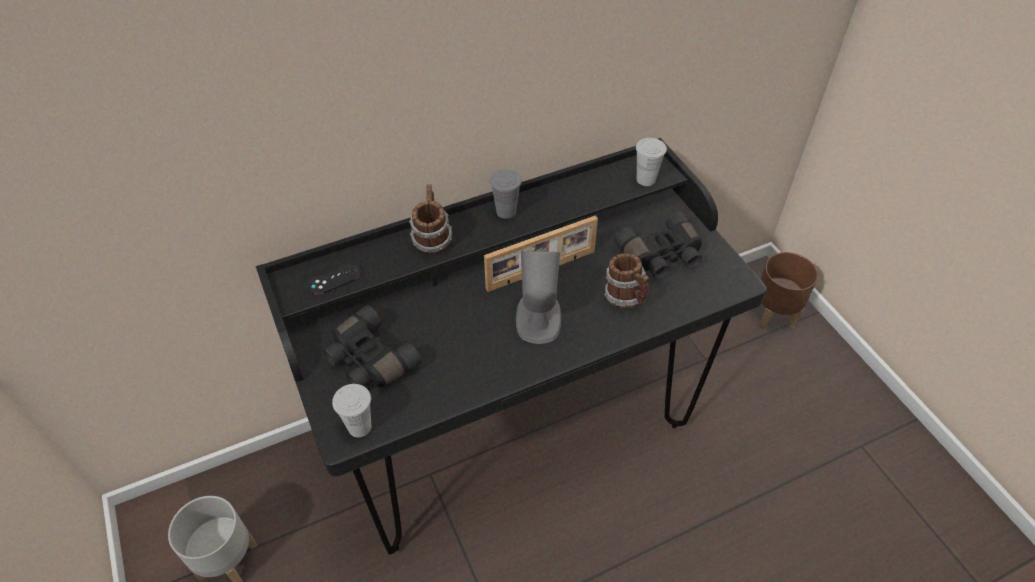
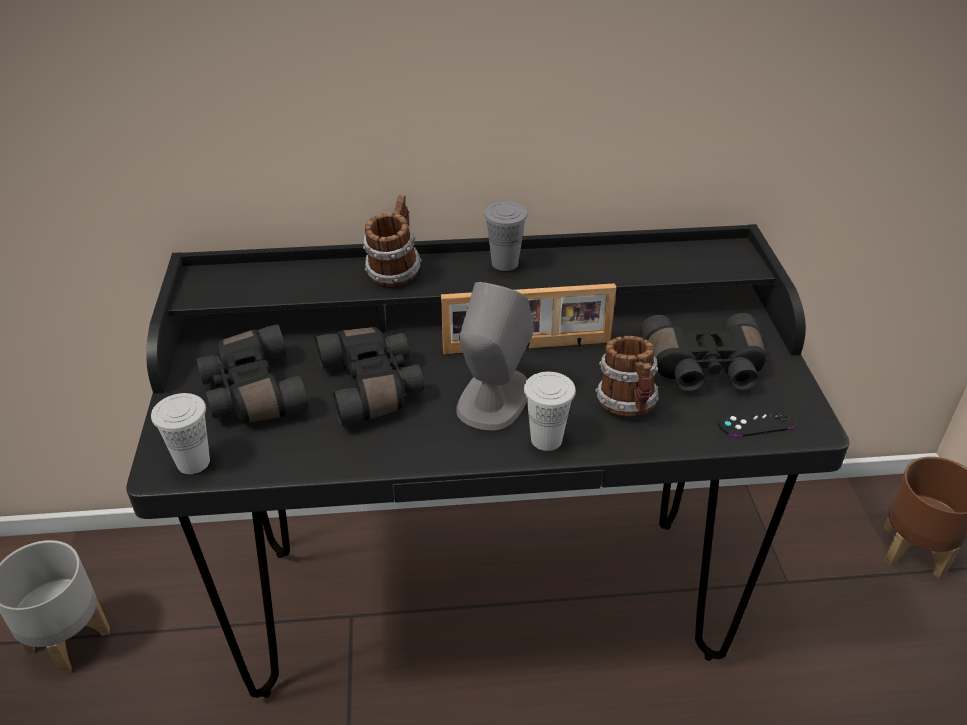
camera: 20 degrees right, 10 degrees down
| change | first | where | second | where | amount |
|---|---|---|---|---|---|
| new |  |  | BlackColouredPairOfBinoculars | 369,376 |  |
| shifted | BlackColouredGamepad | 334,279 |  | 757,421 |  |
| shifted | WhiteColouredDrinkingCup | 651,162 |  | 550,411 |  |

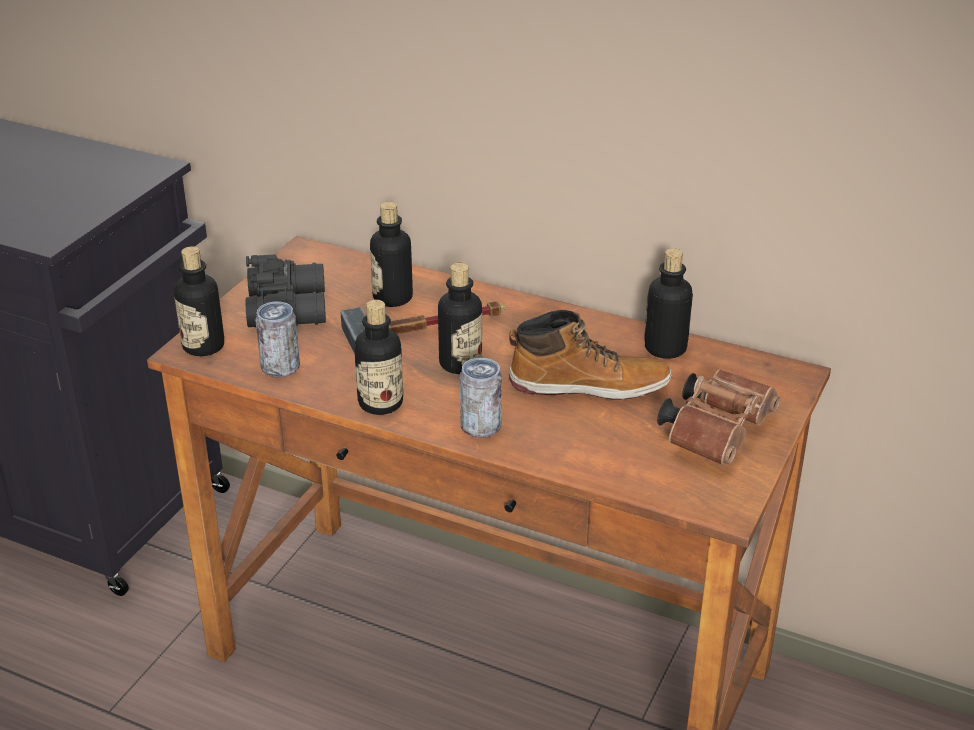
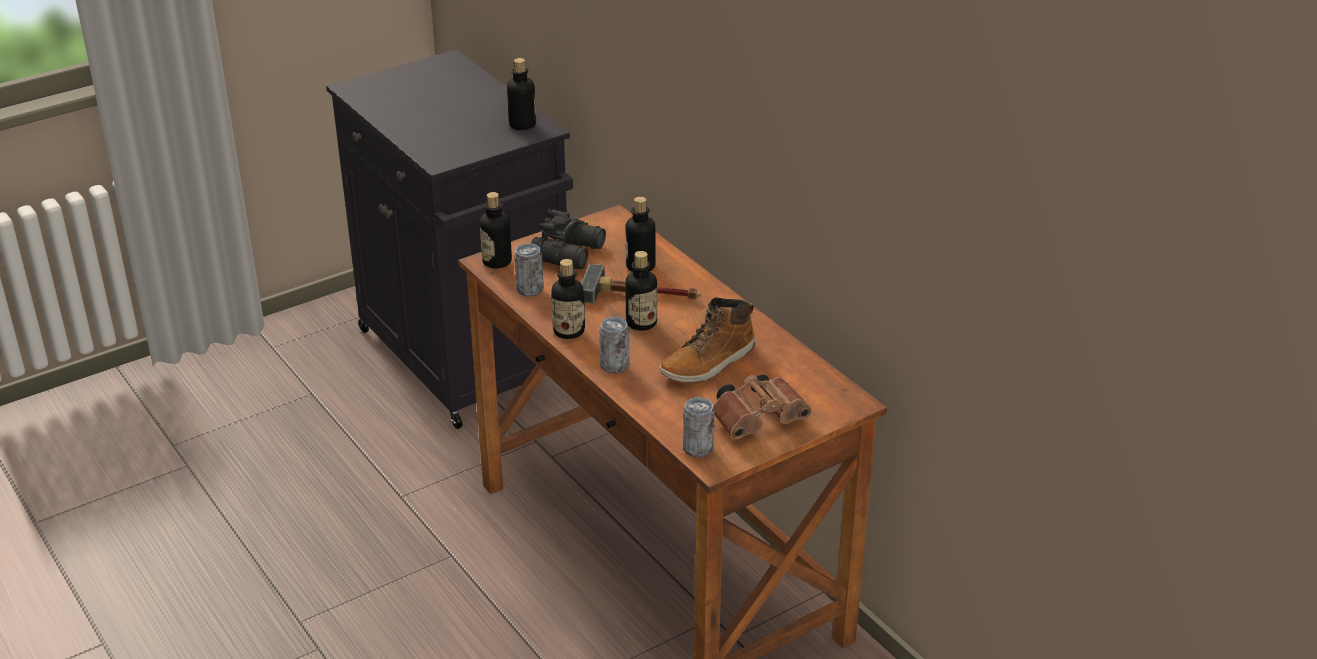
camera: 30 degrees right, 0 degrees up
| change | first | where | second | where | amount |
|---|---|---|---|---|---|
| new |  |  | MetalCan | 699,427 |  |
| shifted | BeverageBottle | 668,303 |  | 521,94 |  |
| rotated | HighTopBoot | 590,355 |  | 707,340 | 105 degrees clockwise |

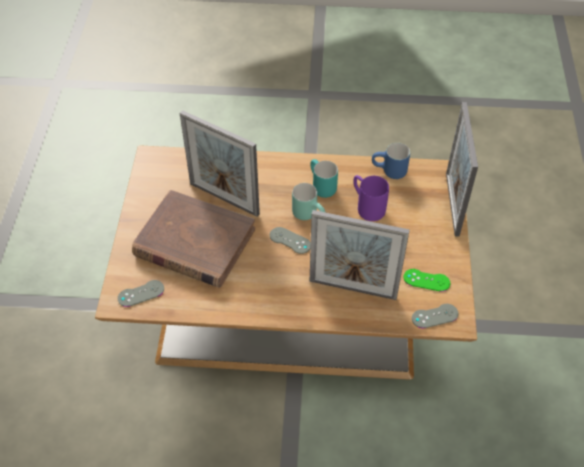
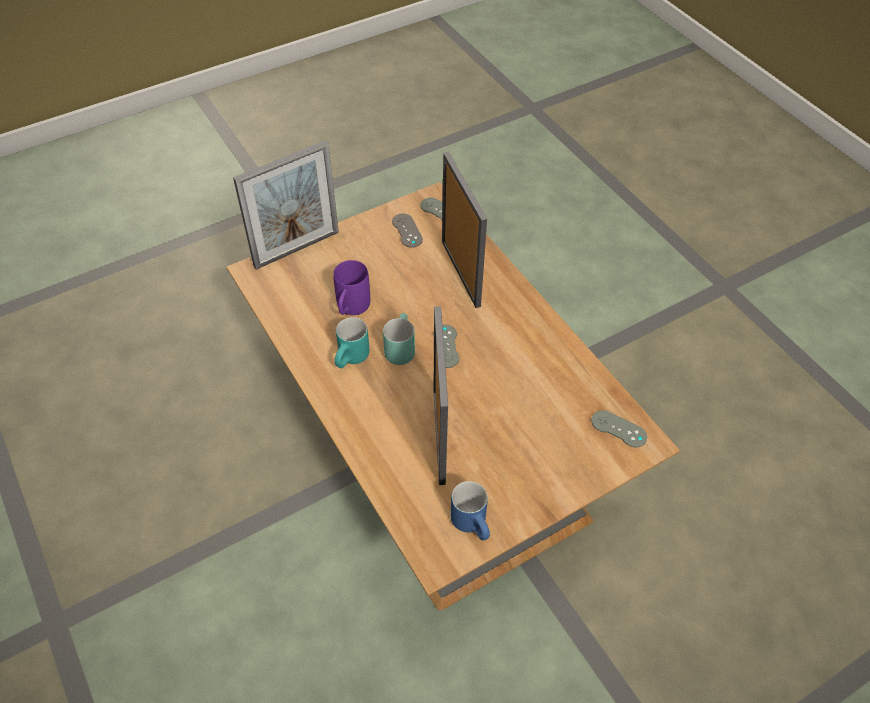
camera: 125 degrees left, 0 degrees up
| change | first | where | second | where | amount |
|---|---|---|---|---|---|
| gone | BrownishBook | 193,239 |  |  |  |
| shifted | BluishTeaMug | 391,161 |  | 470,510 |  |
| repainted | GreenishGamepad | 427,280 | GreyishGamepad | 407,231 |  |

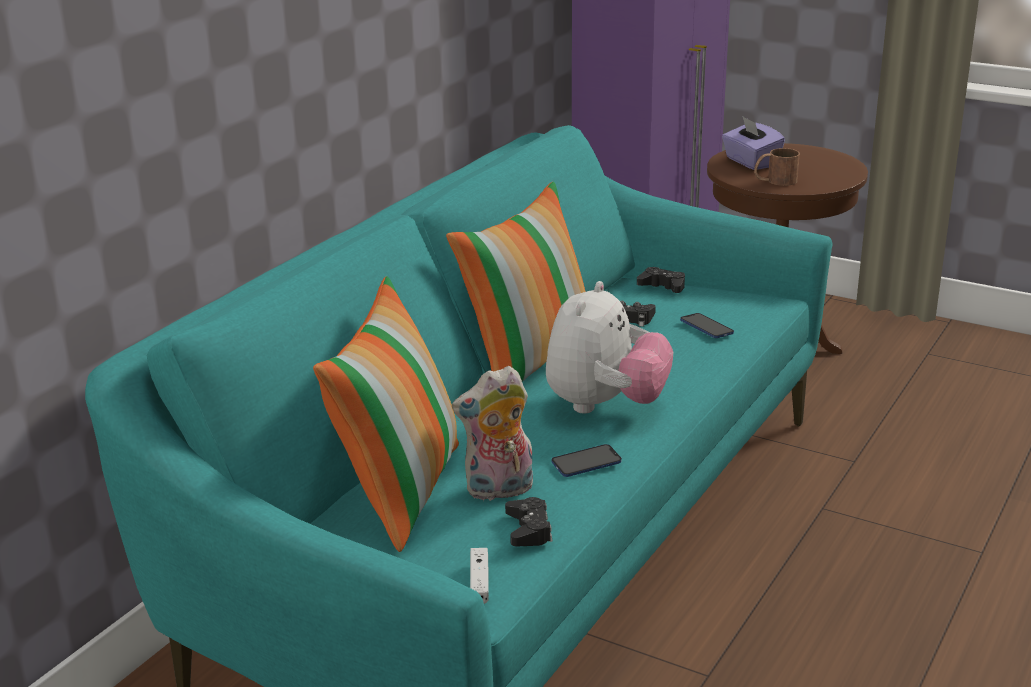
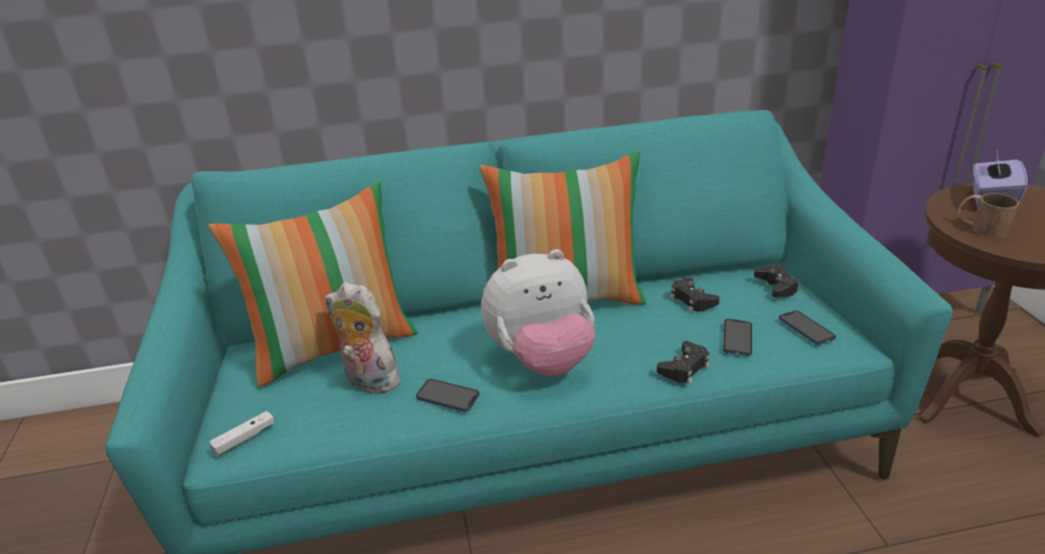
camera: 50 degrees right, 5 degrees up
| change | first | where | second | where | amount |
|---|---|---|---|---|---|
| new |  |  | Phone | 807,328 |  |
| shifted | BlackColouredGamepad | 529,521 |  | 683,362 |  |

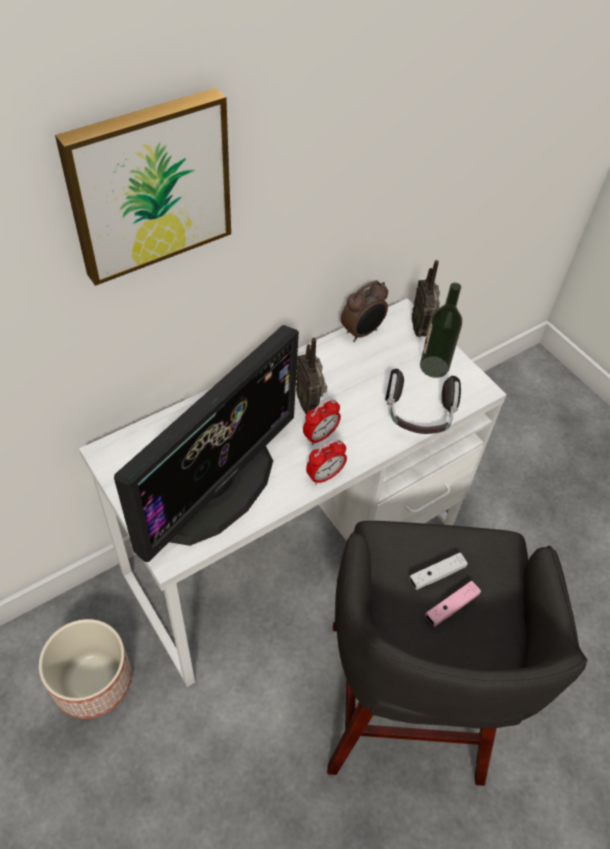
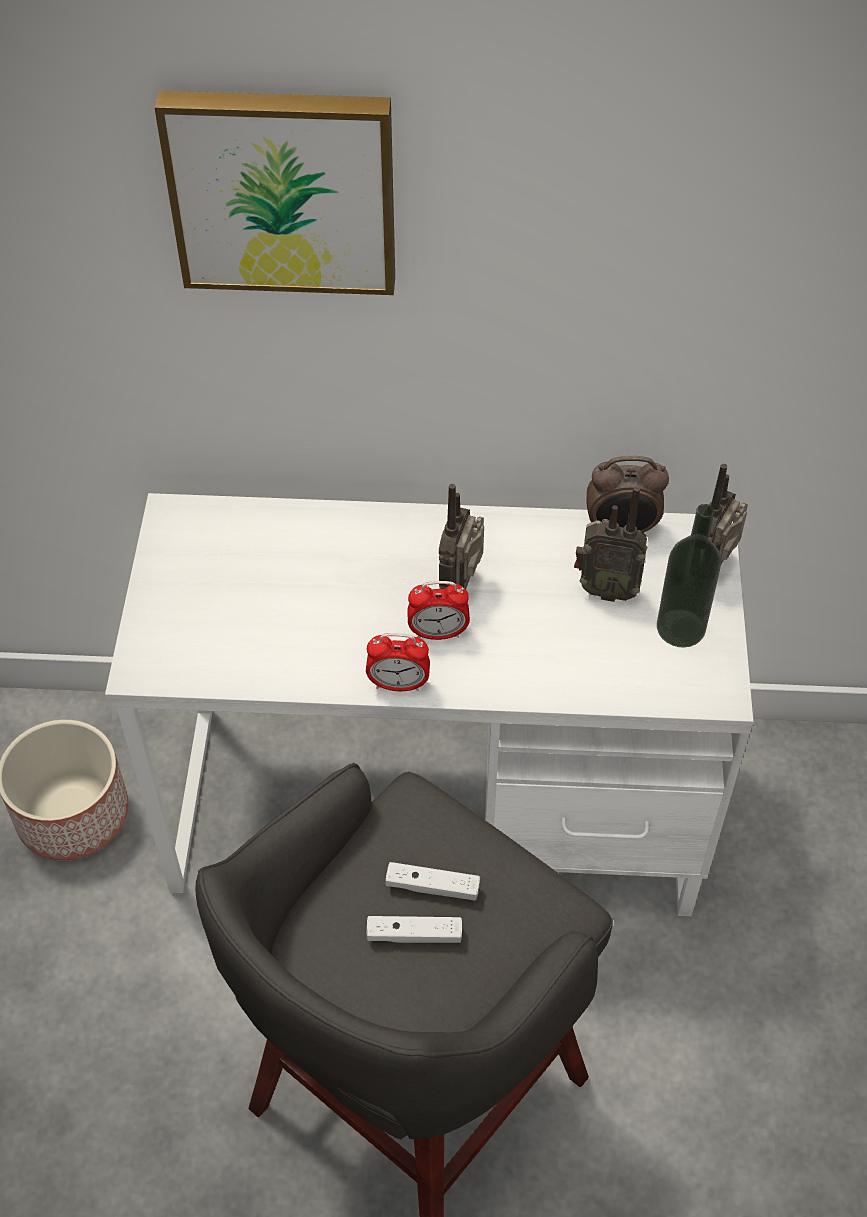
camera: 40 degrees right, 0 degrees up
| change | first | where | second | where | amount |
|---|---|---|---|---|---|
| gone | ComputerScreen | 206,443 |  |  |  |
| gone | Headset | 423,401 |  |  |  |
| new |  |  | RadioReceiver | 610,544 |  |
| repainted | PinkGamepad | 453,603 | WhiteColouredGamepad | 414,929 |  |

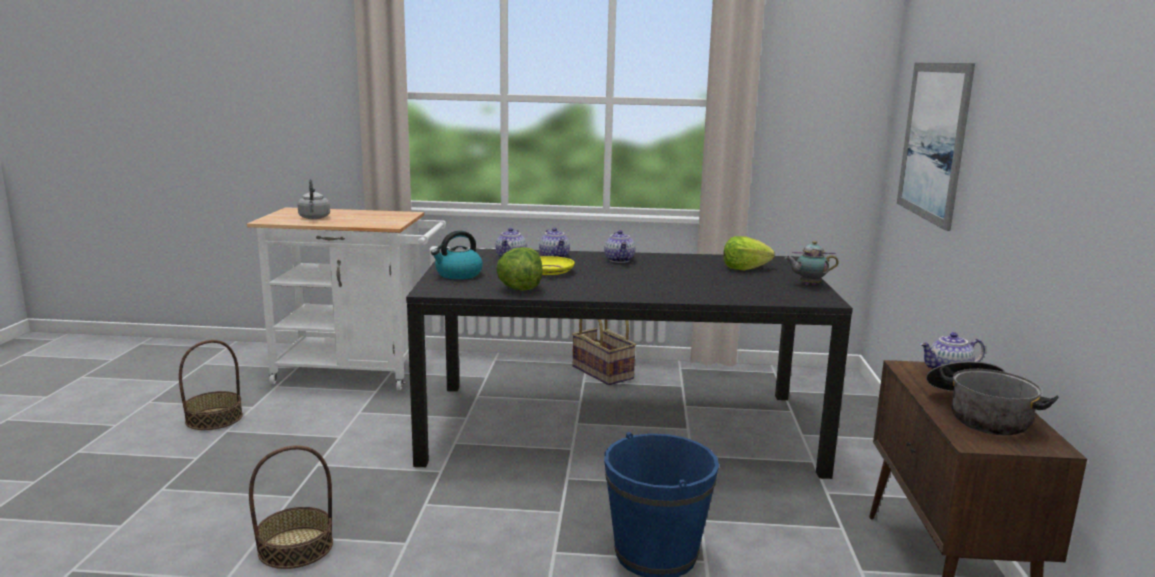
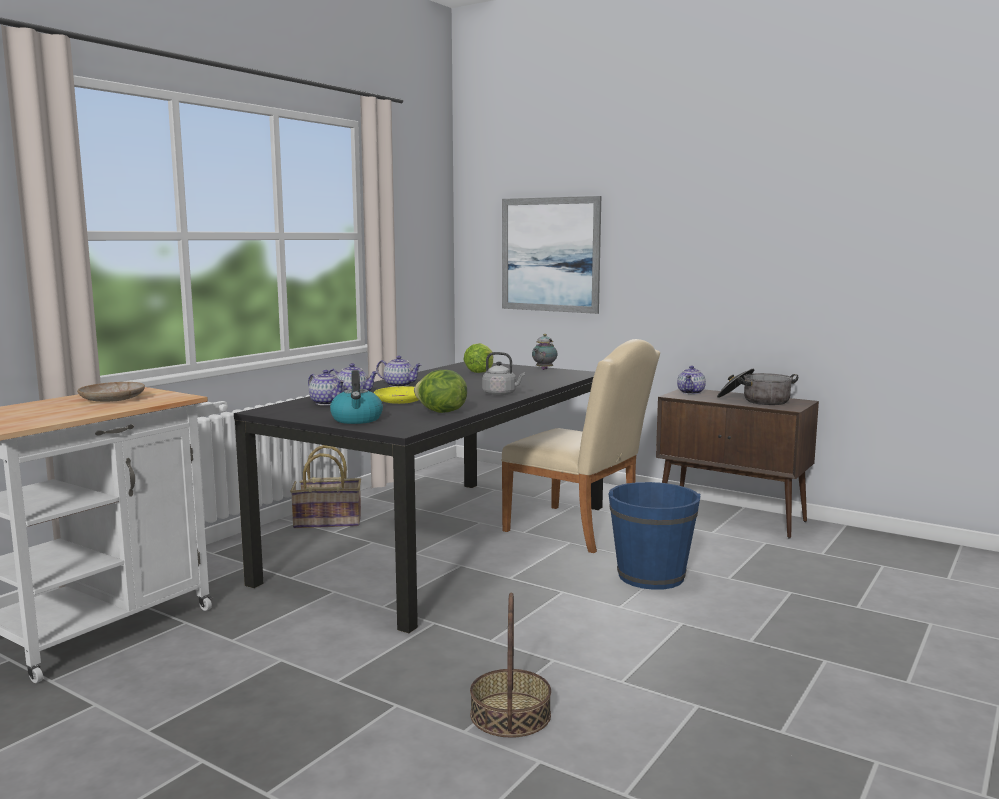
camera: 60 degrees left, 5 degrees down
| change | first | where | second | where | amount |
|---|---|---|---|---|---|
| gone | HouseholdBasket | 211,385 |  |  |  |
| new |  |  | BeigeColouredPlate | 111,392 |  |
| new |  |  | BeigeColouredUprightChair | 580,446 |  |
| shifted | GreyishTeaKettle | 313,199 |  | 503,374 |  |

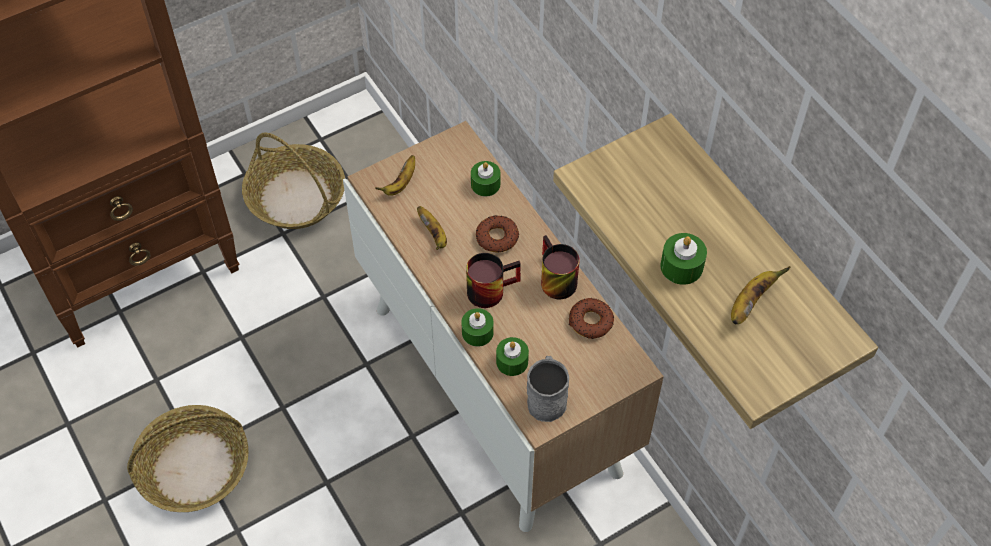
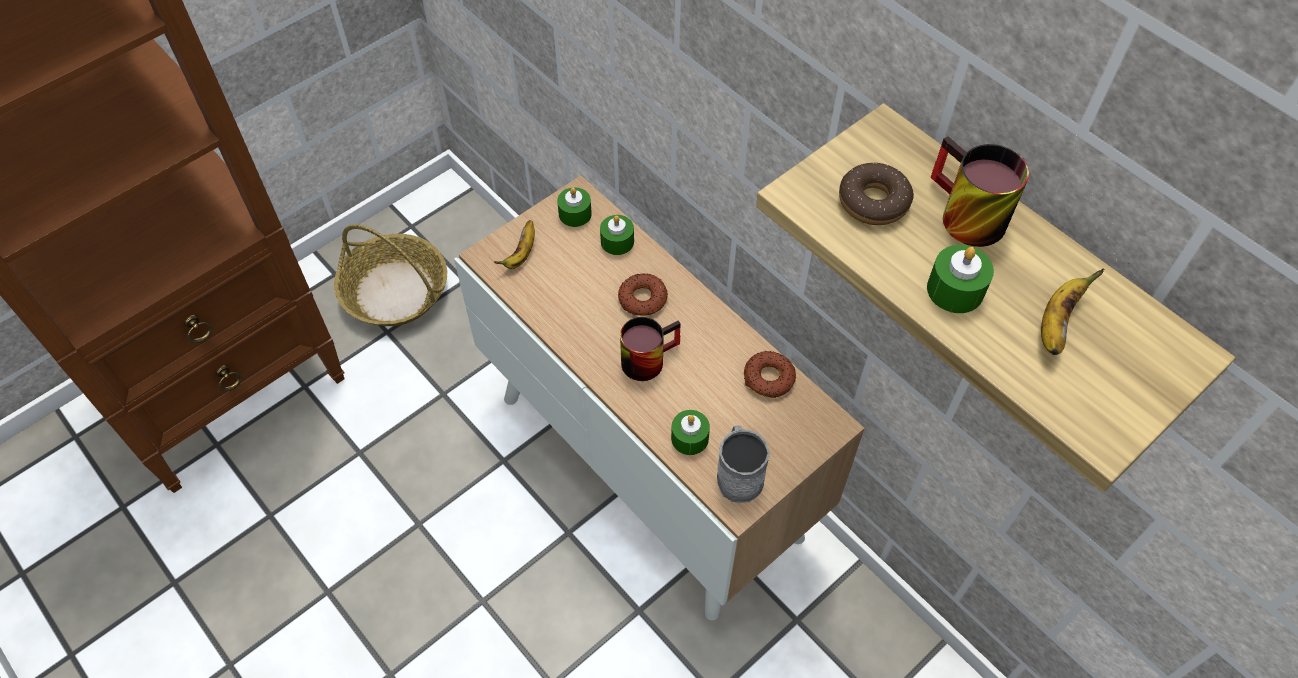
camera: 10 degrees left, 0 degrees up
| change | first | where | second | where | amount |
|---|---|---|---|---|---|
| gone | HouseholdBasket | 188,458 |  |  |  |
| gone | BananaFruit | 432,228 |  |  |  |
| new |  |  | RingDoughnut | 876,194 |  |
| shifted | GreenishWaxCandle | 477,327 |  | 574,207 |  |
| shifted | TeaMug | 560,267 |  | 980,191 |  |

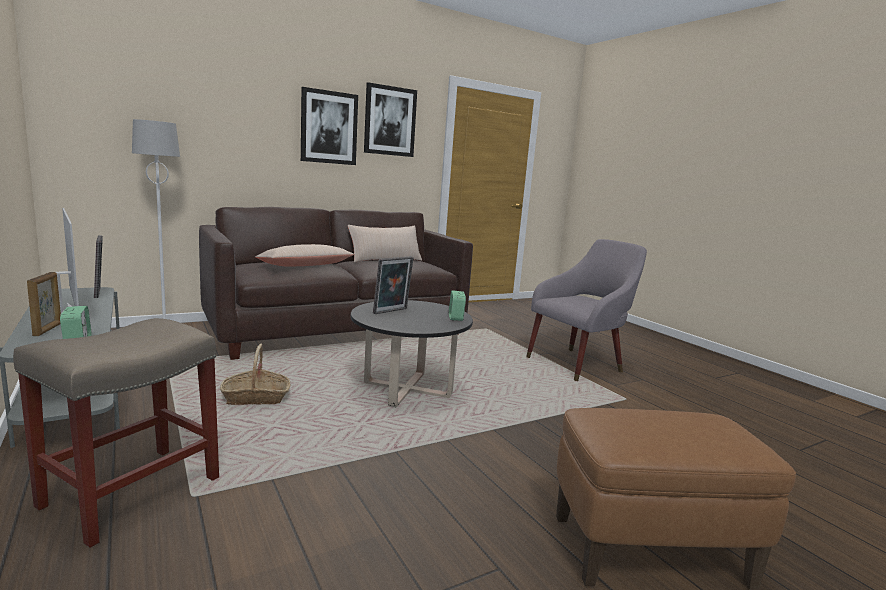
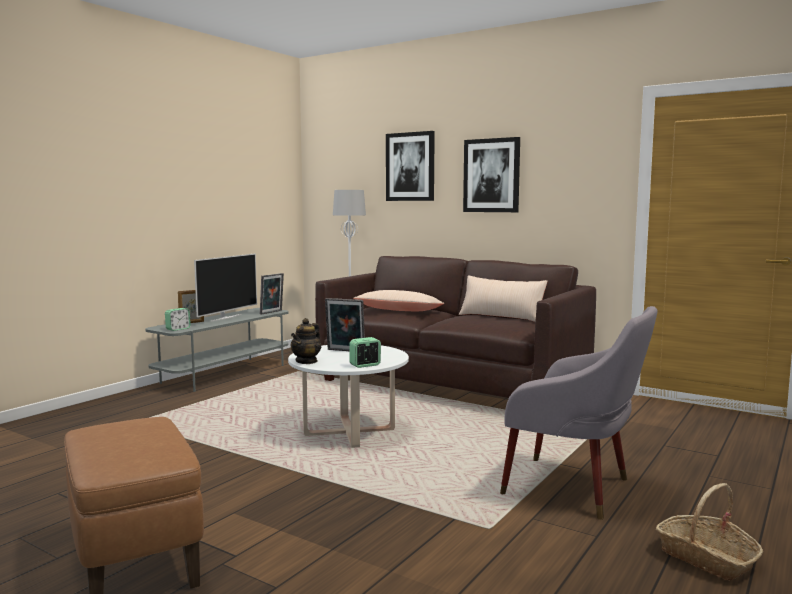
camera: 65 degrees right, 5 degrees down
| change | first | where | second | where | amount |
|---|---|---|---|---|---|
| gone | BeigeColouredStool | 116,433 |  |  |  |
| new |  |  | Teapot | 306,341 |  |
| shifted | HouseholdBasket | 255,374 |  | 709,531 |  |
| shifted | WallPicture | 390,119 |  | 410,166 |  |
| repainted | BlackColouredCoffeeTable | 412,353 | WhiteColouredCoffeeTable | 348,396 |  |

